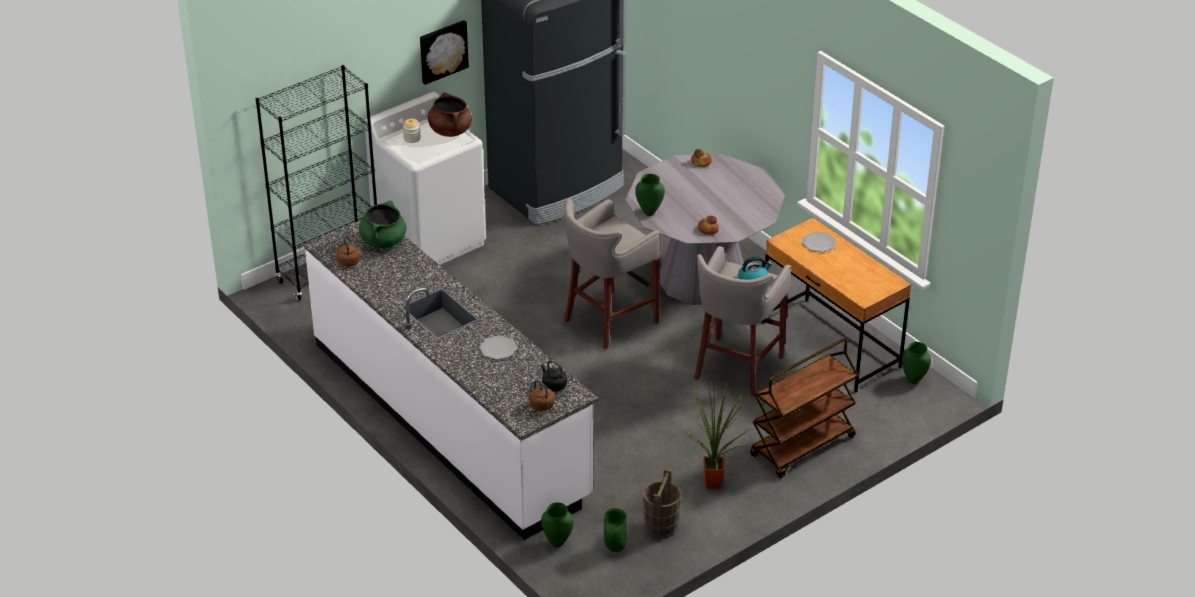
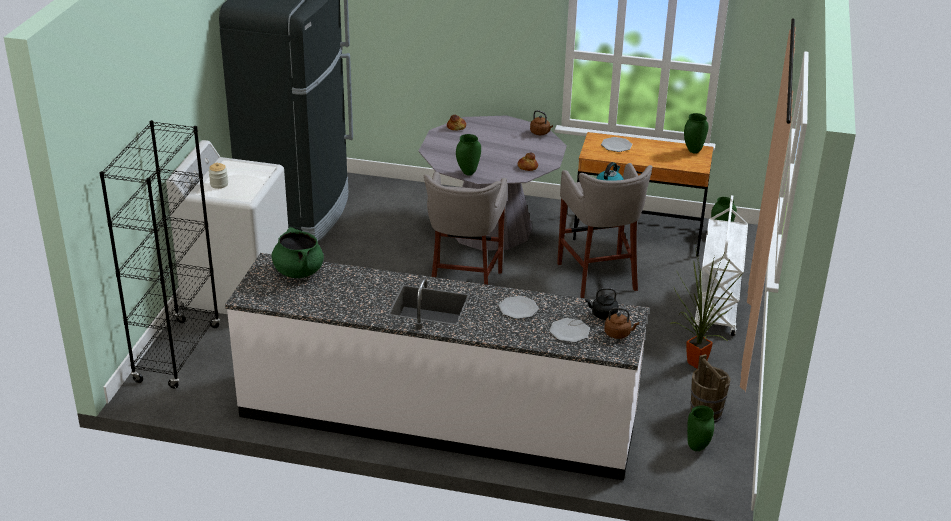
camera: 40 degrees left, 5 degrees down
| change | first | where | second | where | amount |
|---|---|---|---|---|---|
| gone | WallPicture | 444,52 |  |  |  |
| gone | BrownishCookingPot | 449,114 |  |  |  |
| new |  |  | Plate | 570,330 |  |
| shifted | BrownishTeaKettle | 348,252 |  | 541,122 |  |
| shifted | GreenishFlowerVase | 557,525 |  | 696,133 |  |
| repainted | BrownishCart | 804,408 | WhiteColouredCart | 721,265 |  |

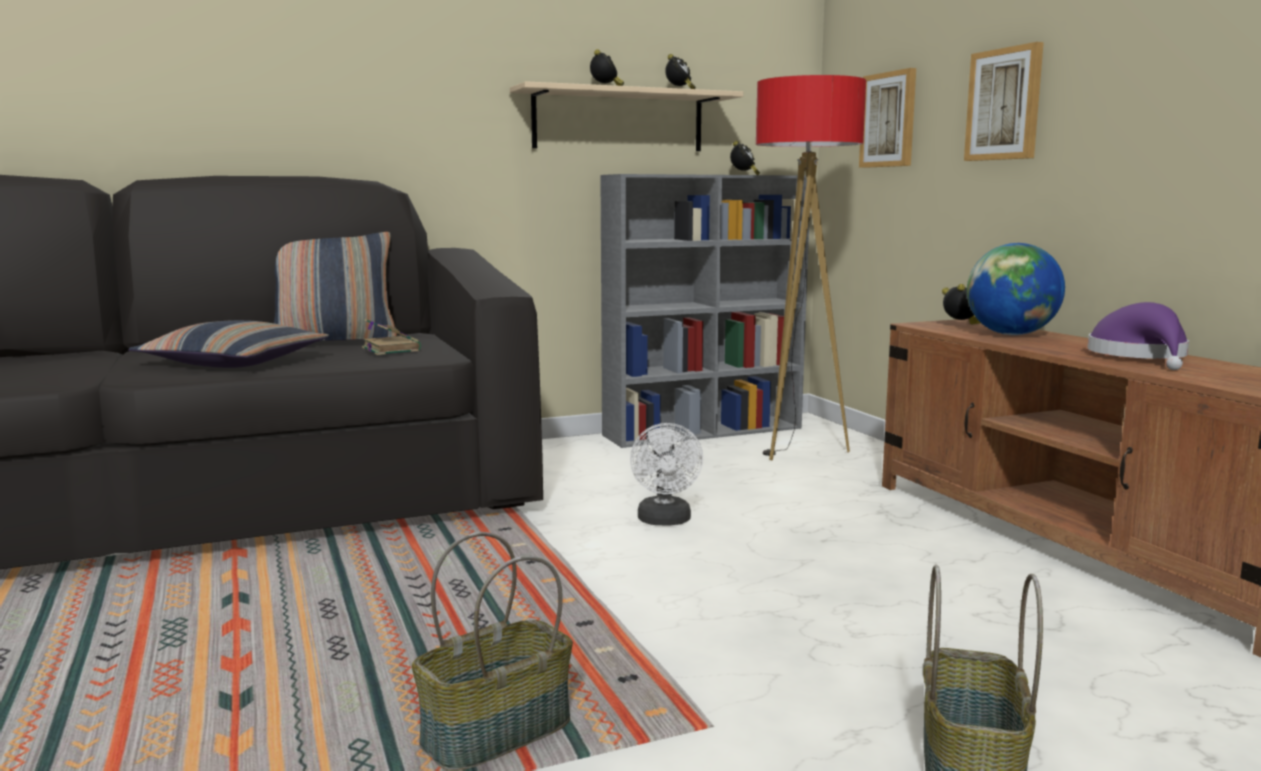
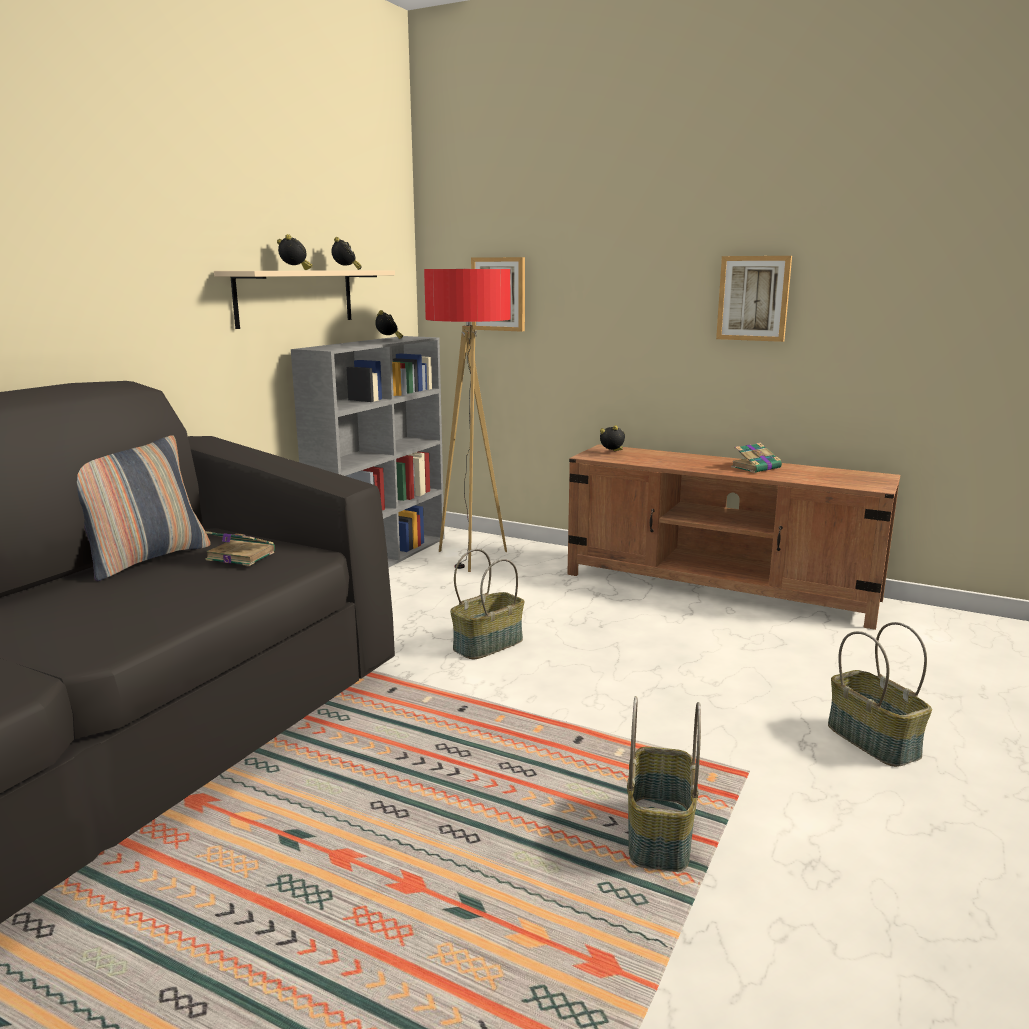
camera: 40 degrees left, 5 degrees up
| change | first | where | second | where | amount |
|---|---|---|---|---|---|
| gone | ThrowPillow | 229,344 |  |  |  |
| gone | WorldGlobe | 1016,289 |  |  |  |
| shifted | WallPicture | 1004,101 |  | 754,299 |  |
| swapped | WhiteColouredFan | 666,474 | HouseholdBasket | 487,604 |  |
| swapped | PurplishHat | 1138,336 | Book | 756,458 |  |

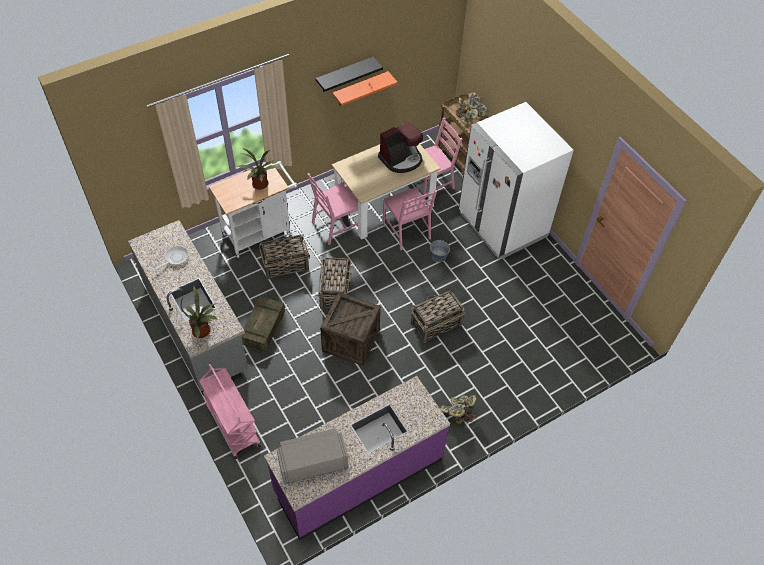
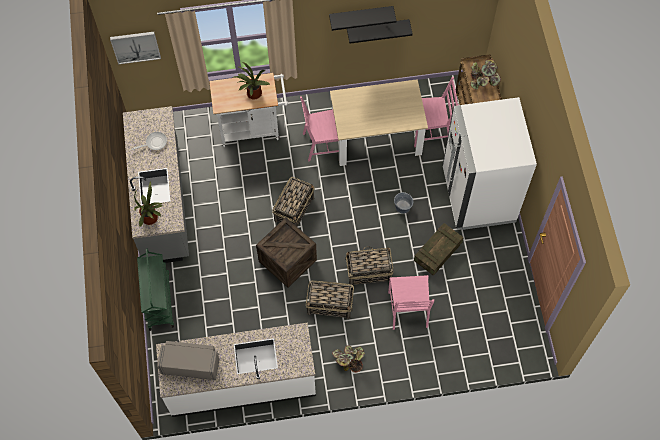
camera: 25 degrees right, 10 degrees up
| change | first | where | second | where | amount |
|---|---|---|---|---|---|
| gone | CoffeeMaker | 400,147 |  |  |  |
| new |  |  | WallPicture | 135,48 |  |
| shifted | ShippingCrate | 263,324 |  | 439,249 |  |
| shifted | HouseholdBasket | 284,257 |  | 330,299 |  |
| shifted | PinkUprightChair | 410,218 |  | 411,302 |  |
| repainted | PinkCart | 230,411 | GreenishCart | 155,290 |  |
| repainted | PurplishKitchenBaseUnit | 357,458 | WhiteColouredKitchenBaseUnit | 236,370 |  |
| repainted | OrangeyShelf | 365,88 | BlackColouredShelf | 380,31 |  |

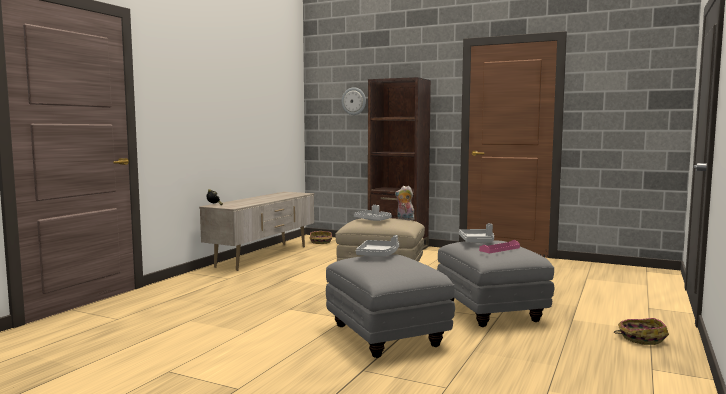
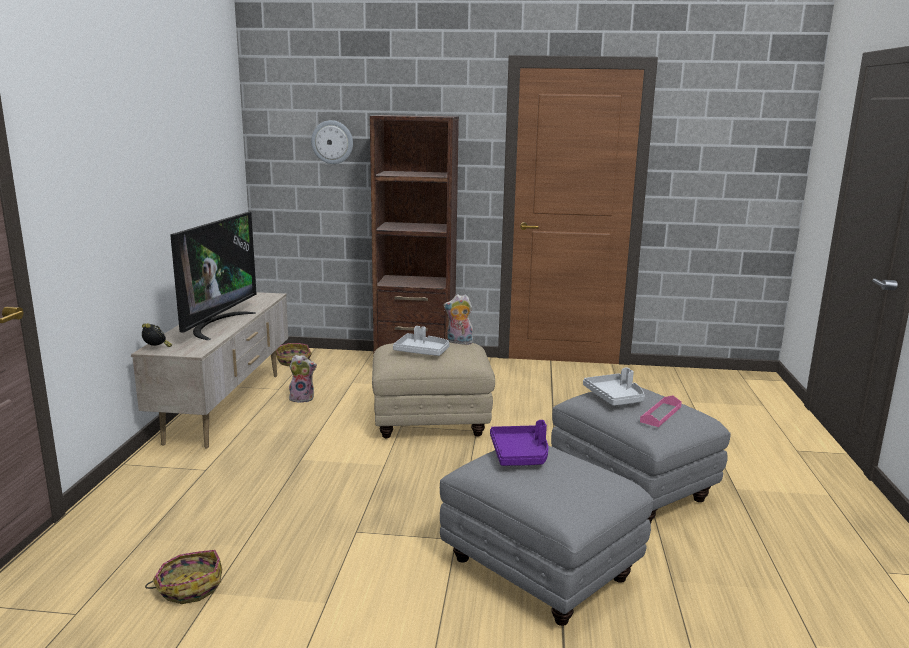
camera: 20 degrees left, 10 degrees up
| change | first | where | second | where | amount |
|---|---|---|---|---|---|
| new |  |  | Television | 213,276 |  |
| new |  |  | CuddlyToy | 303,379 |  |
| shifted | HouseholdBasket | 641,331 |  | 183,577 |  |
| repainted | GreyishCarryingTray | 377,246 | PurplishCarryingTray | 519,443 |  |

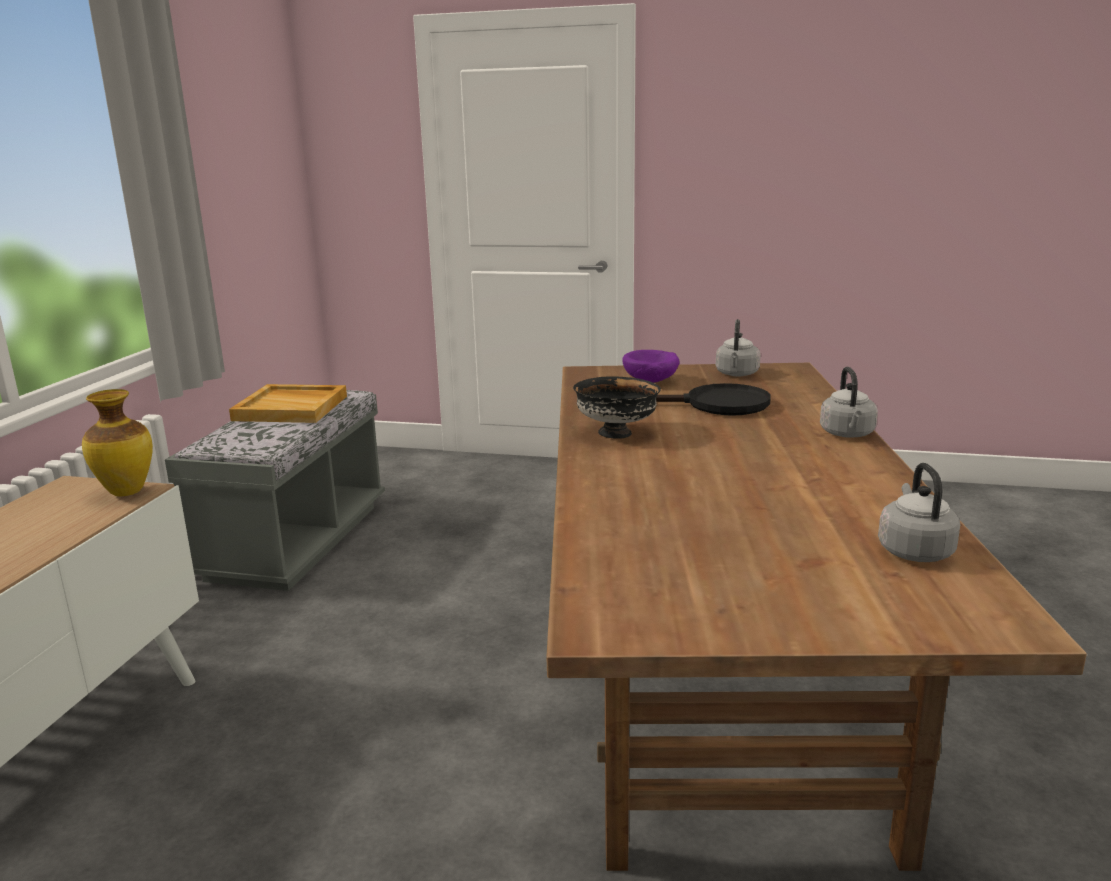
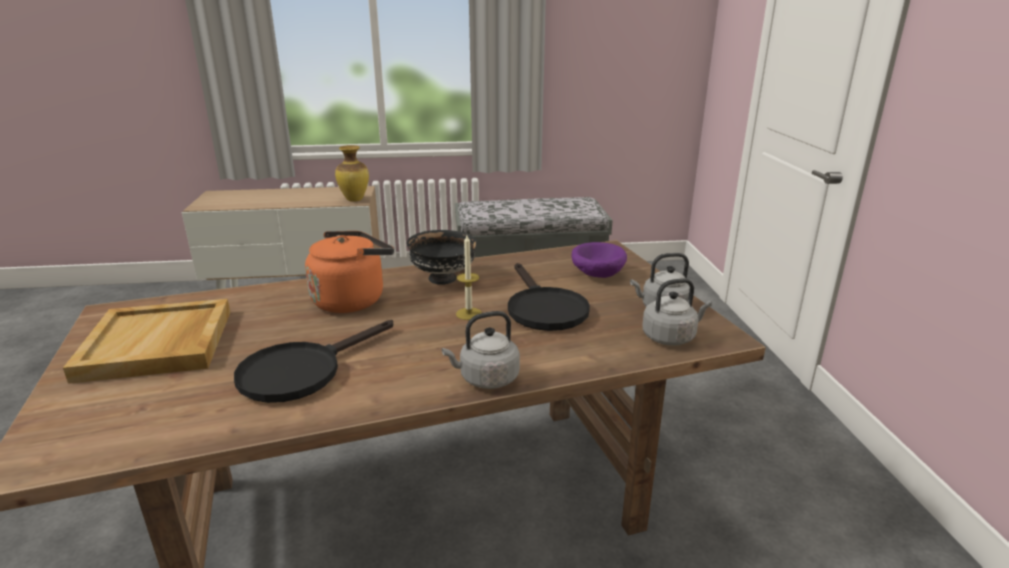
camera: 70 degrees right, 5 degrees up
| change | first | where | second | where | amount |
|---|---|---|---|---|---|
| new |  |  | BlackColouredFryingPan | 313,361 |  |
| new |  |  | OrangeyTeaKettle | 349,272 |  |
| new |  |  | WaxCandle | 469,277 |  |
| shifted | BeigeColouredCarryingTray | 288,403 |  | 146,341 |  |
| shifted | GreyishTeaKettle | 919,512 |  | 677,312 |  |

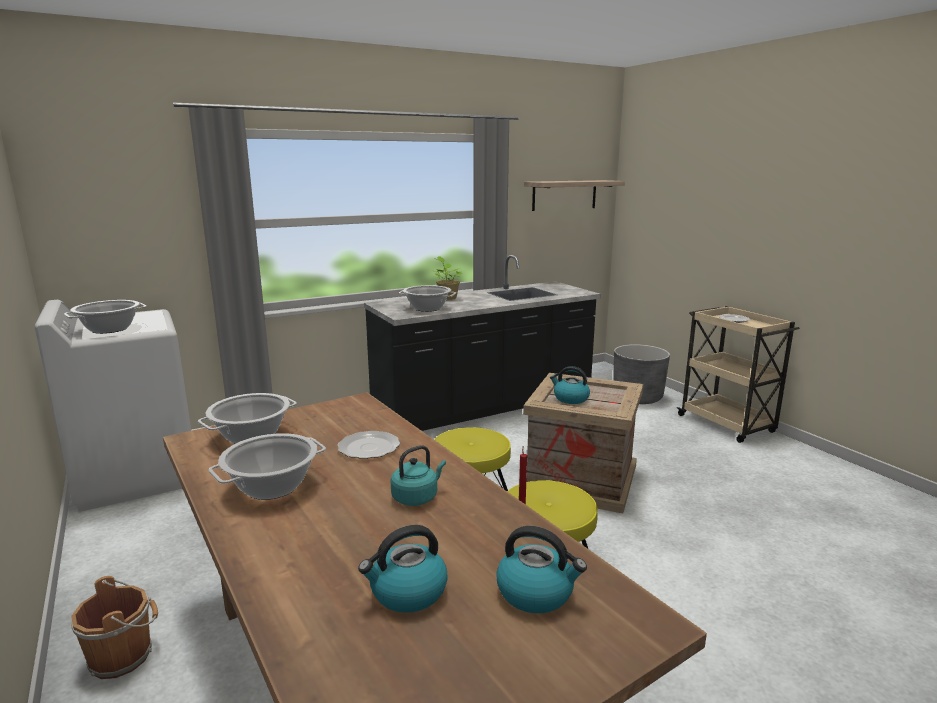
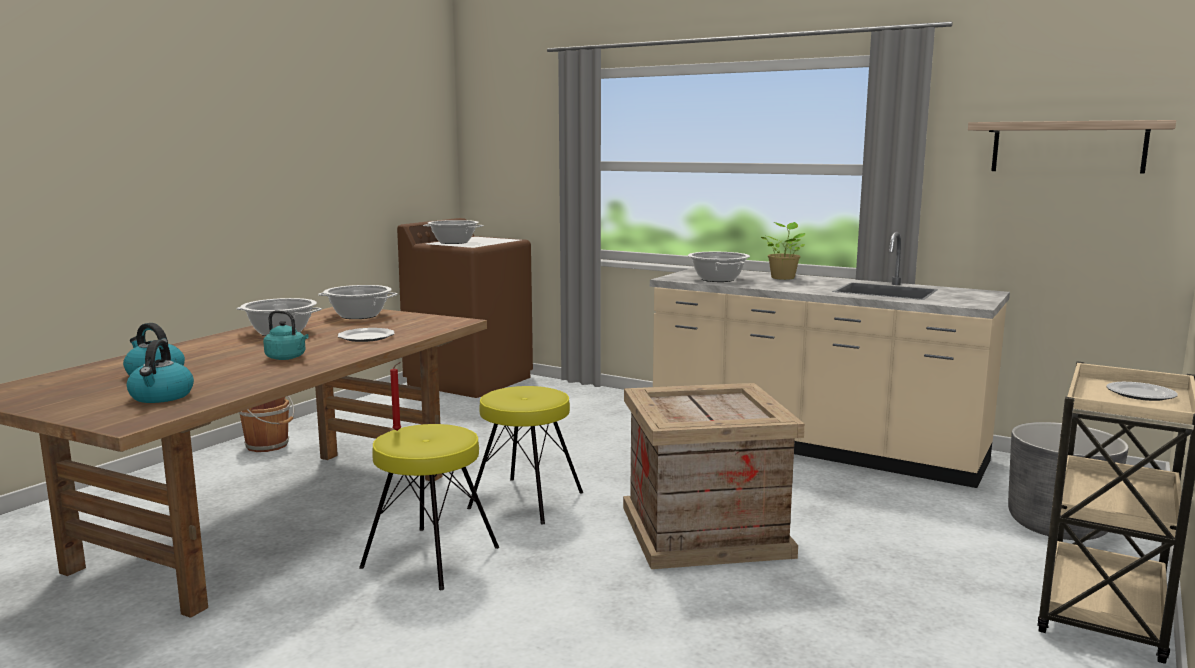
camera: 60 degrees right, 5 degrees down
| change | first | where | second | where | amount |
|---|---|---|---|---|---|
| gone | TeaKettle | 570,385 |  |  |  |
| repainted | WhiteColouredWashingMachine | 113,406 | BrownishWashingMachine | 465,308 |  |
| repainted | BlackColouredKitchenBaseUnit | 482,343 | BeigeColouredKitchenBaseUnit | 830,360 |  |

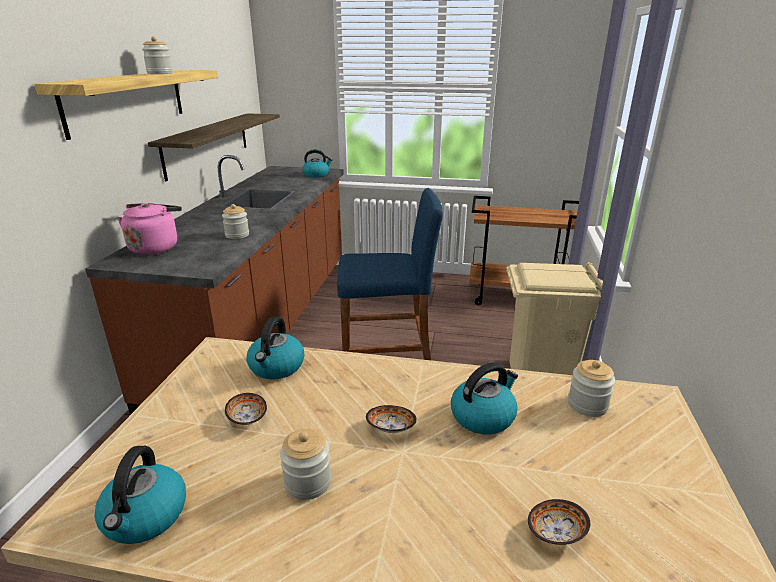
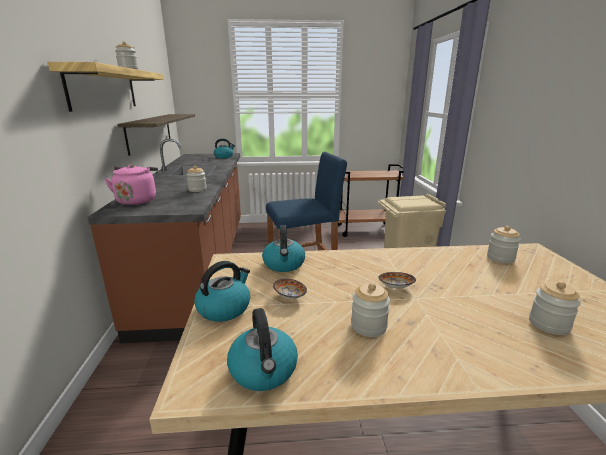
camera: 15 degrees left, 5 degrees down
| change | first | where | second | where | amount |
|---|---|---|---|---|---|
| shifted | TeaKettle | 484,398 |  | 222,291 |  |
| swapped | ServingBowl | 559,522 | Jar | 555,308 |  |

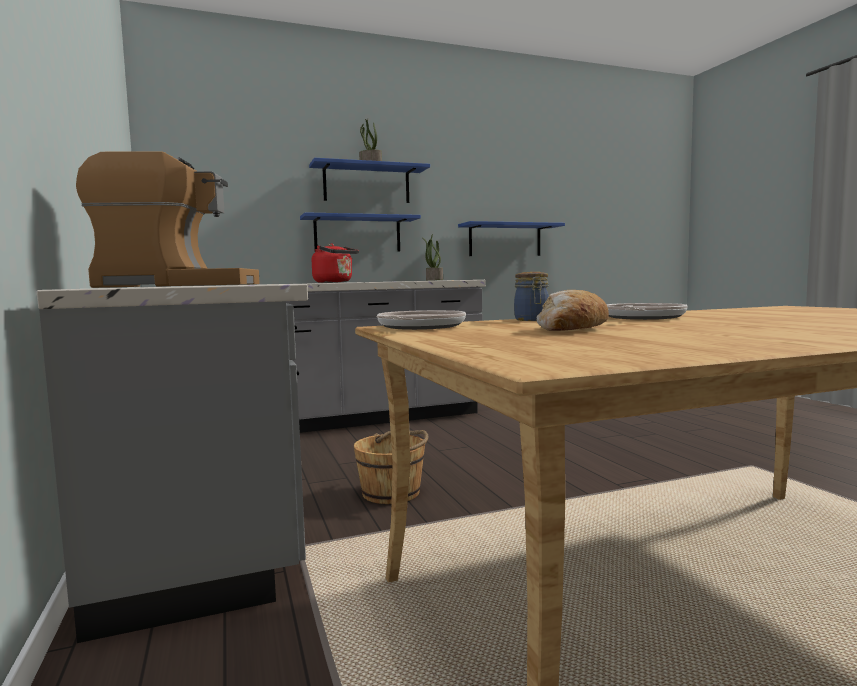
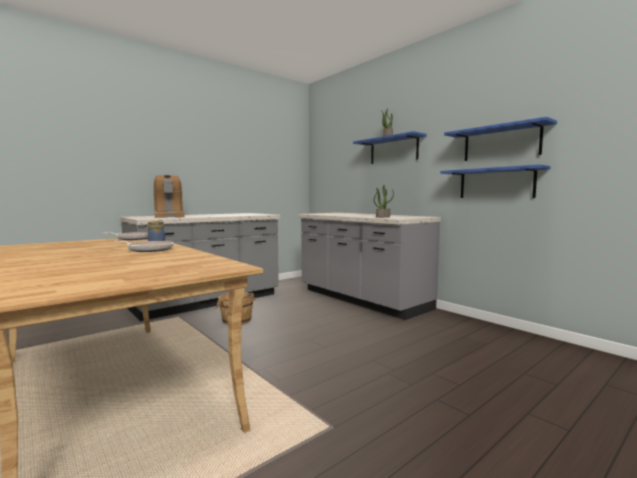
camera: 70 degrees right, 0 degrees up
| change | first | where | second | where | amount |
|---|---|---|---|---|---|
| gone | RedTeaKettle | 335,263 |  |  |  |
| gone | BakeryBread | 573,310 |  |  |  |
| shifted | BluishShelf | 360,231 |  | 500,139 |  |

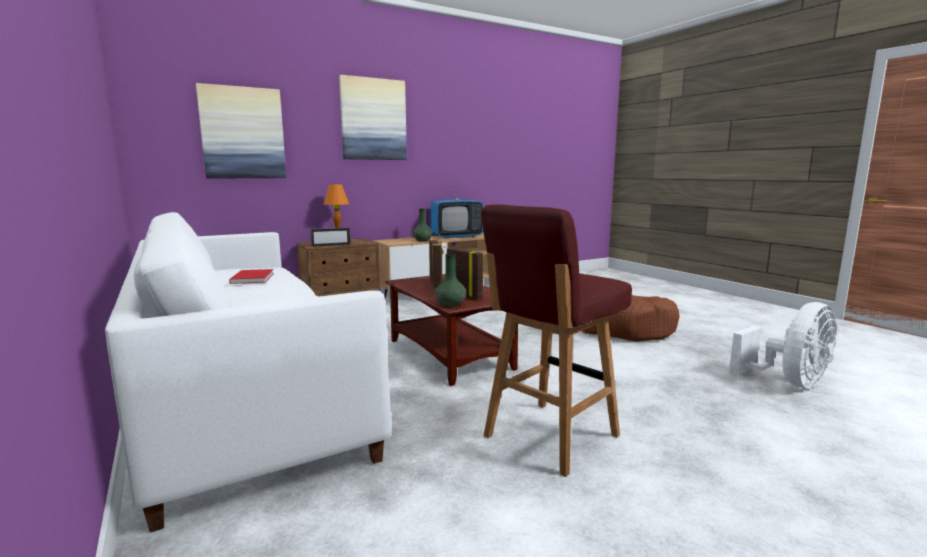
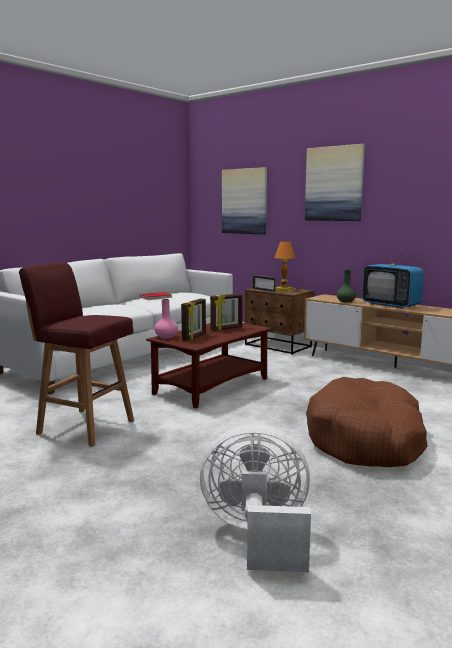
camera: 70 degrees right, 0 degrees up
| change | first | where | second | where | amount |
|---|---|---|---|---|---|
| repainted | GreenishFlowerVase | 450,280 | PinkFlowerVase | 166,319 |  |
| rotated | WhiteColouredFan | 783,345 |  | 255,498 | 150 degrees clockwise |

